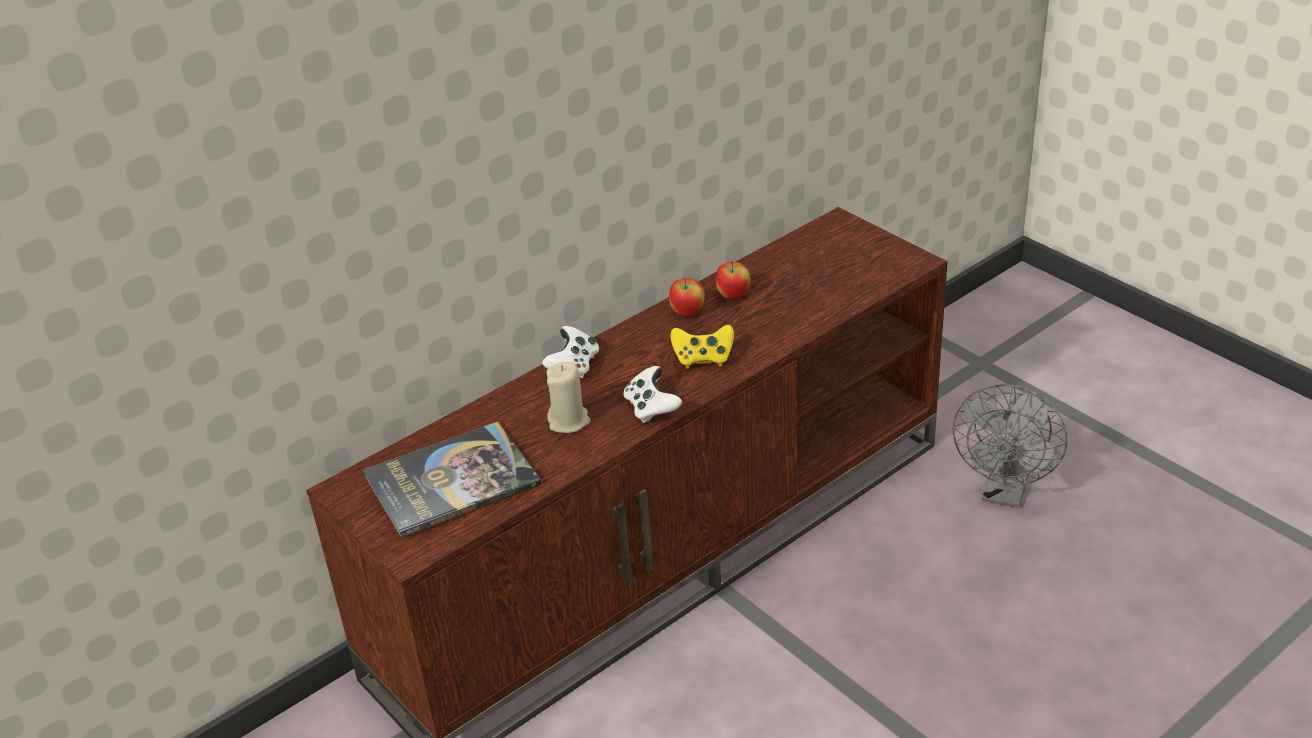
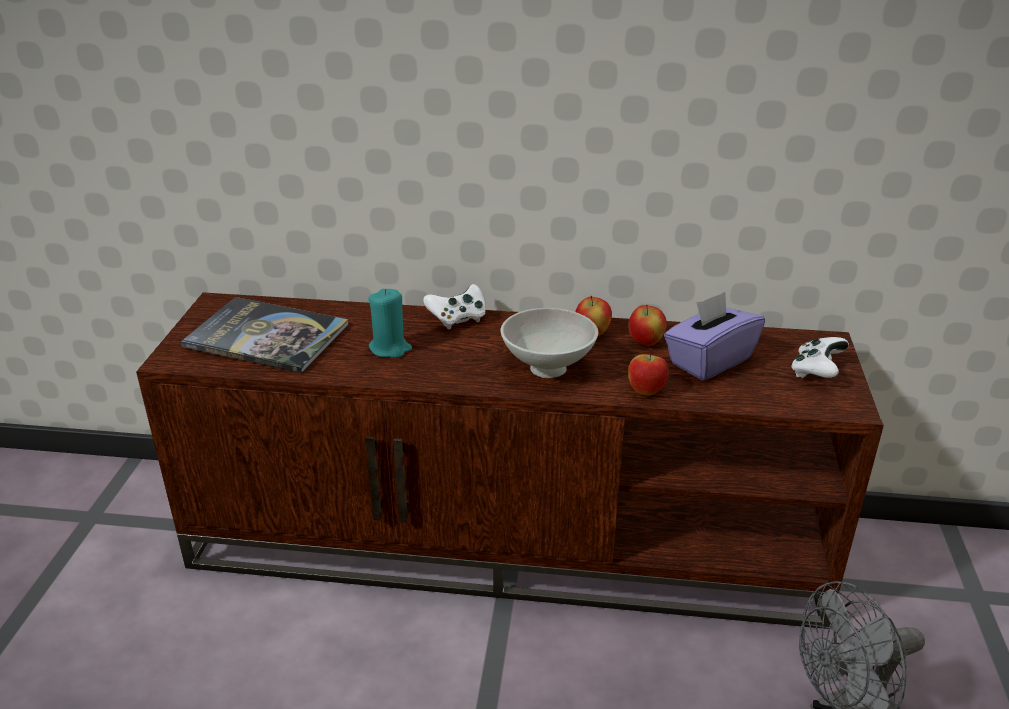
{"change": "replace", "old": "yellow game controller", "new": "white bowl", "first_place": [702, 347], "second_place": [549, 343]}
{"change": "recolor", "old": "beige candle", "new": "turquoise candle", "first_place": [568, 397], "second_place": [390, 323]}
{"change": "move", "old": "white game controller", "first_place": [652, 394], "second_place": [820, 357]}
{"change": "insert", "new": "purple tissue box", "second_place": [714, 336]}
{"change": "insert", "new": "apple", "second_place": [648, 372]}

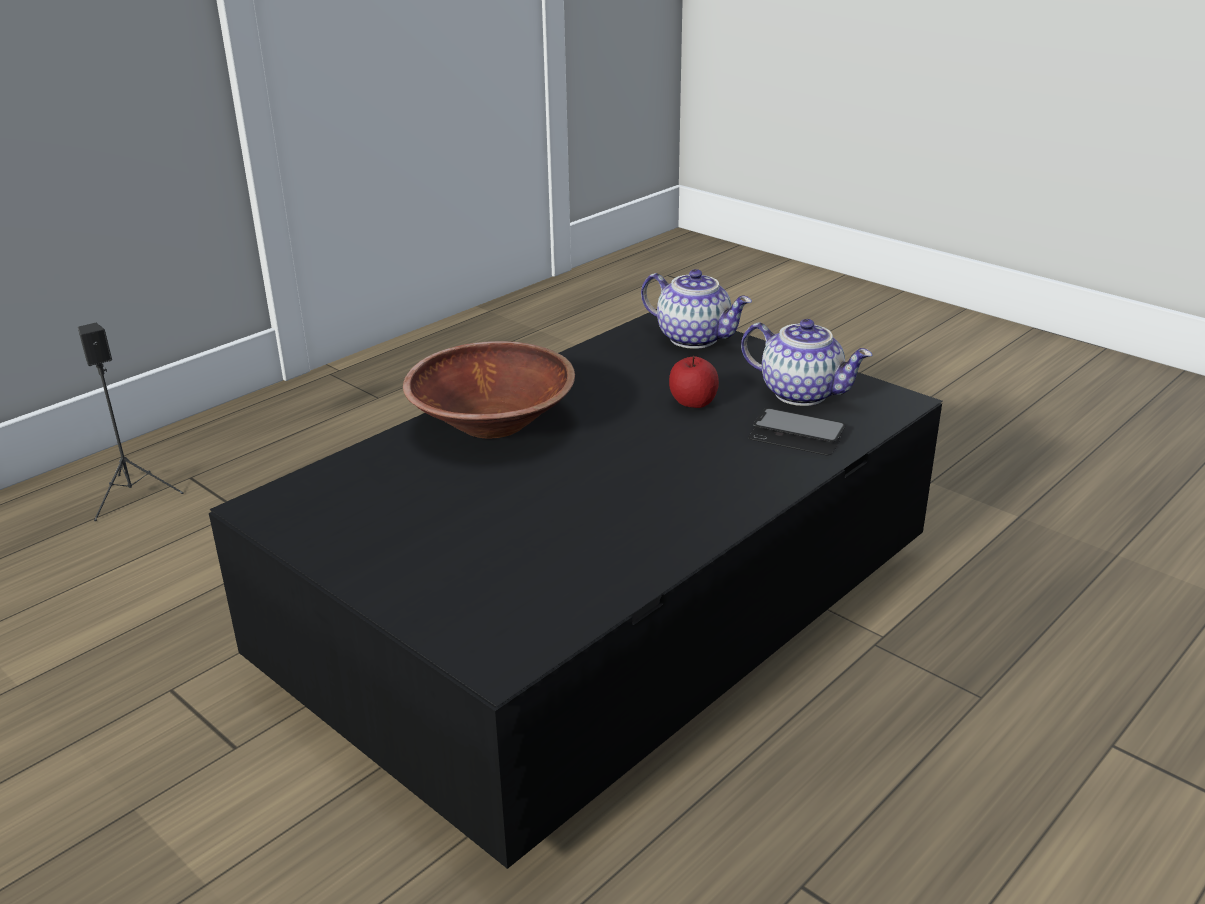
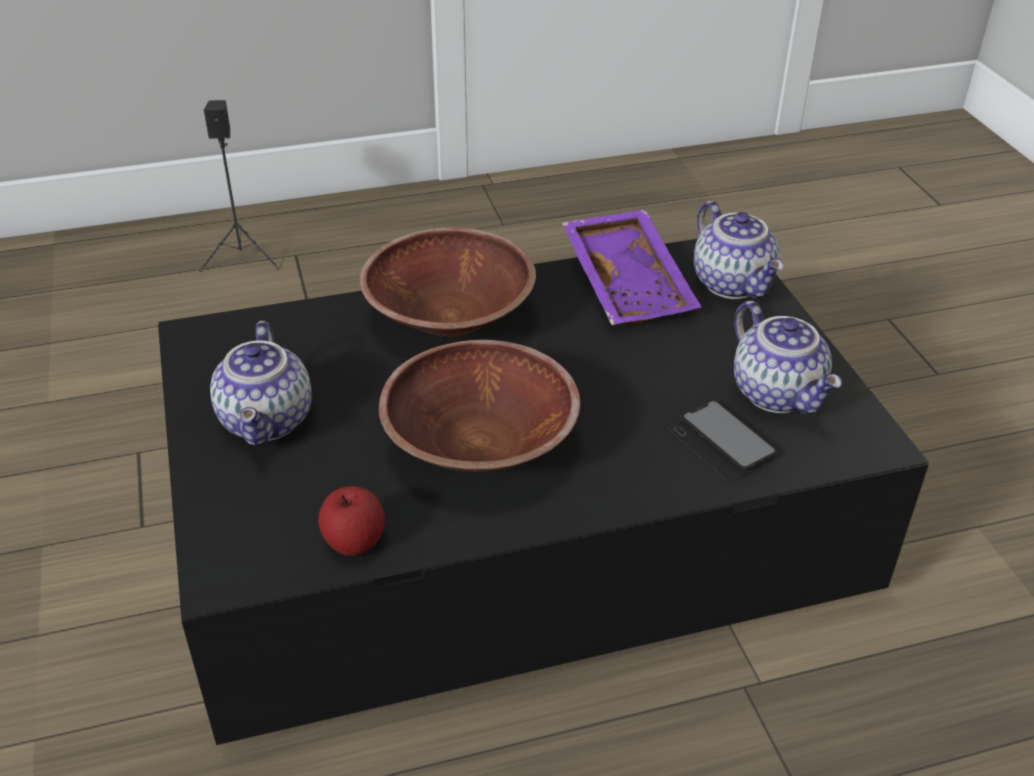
{"change": "move", "old": "apple", "first_place": [694, 382], "second_place": [351, 521]}
{"change": "insert", "new": "purple tray", "second_place": [632, 267]}
{"change": "insert", "new": "teapot", "second_place": [261, 383]}
{"change": "insert", "new": "brown bowl", "second_place": [479, 406]}

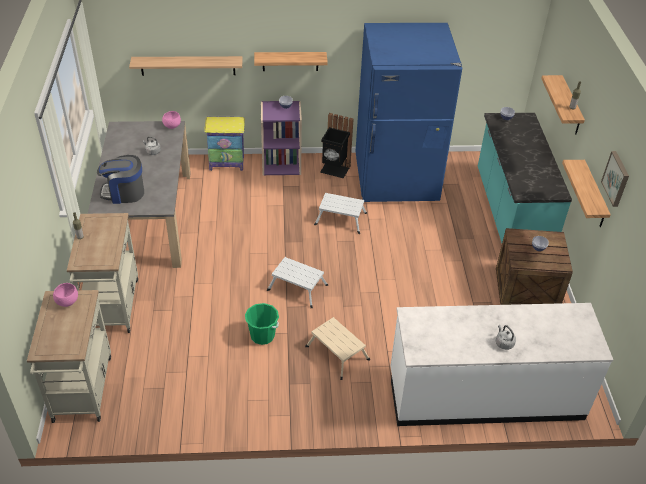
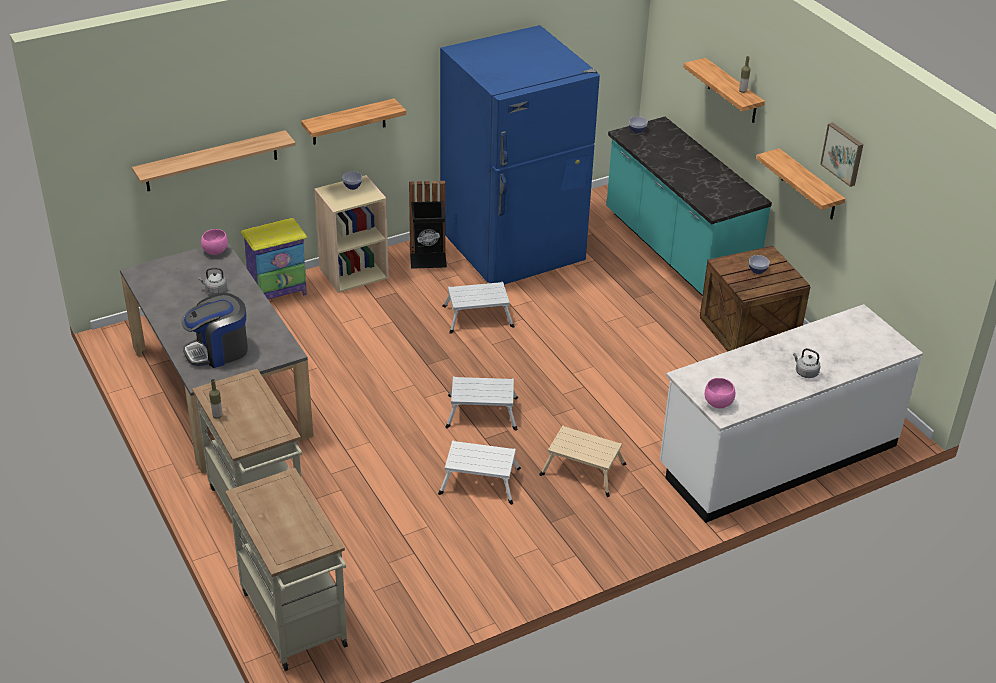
{"change": "recolor", "old": "purple bookcase", "new": "beige bookcase", "first_place": [281, 138], "second_place": [351, 234]}
{"change": "move", "old": "pink bowl", "first_place": [65, 295], "second_place": [719, 393]}
{"change": "replace", "old": "green bucket", "new": "white step ladder", "first_place": [262, 324], "second_place": [479, 473]}

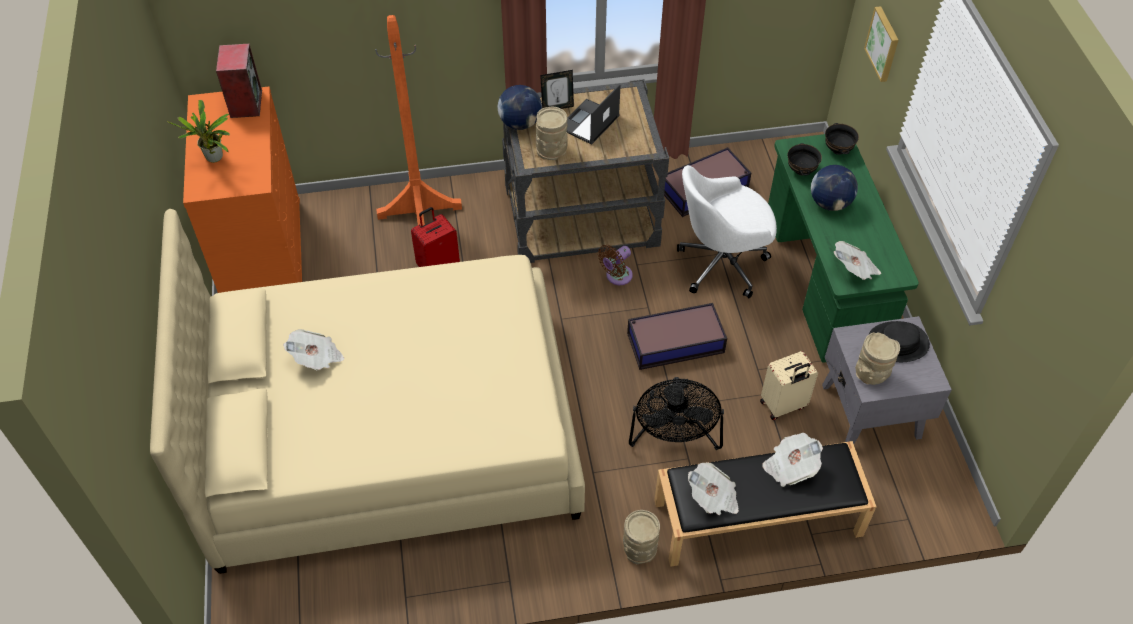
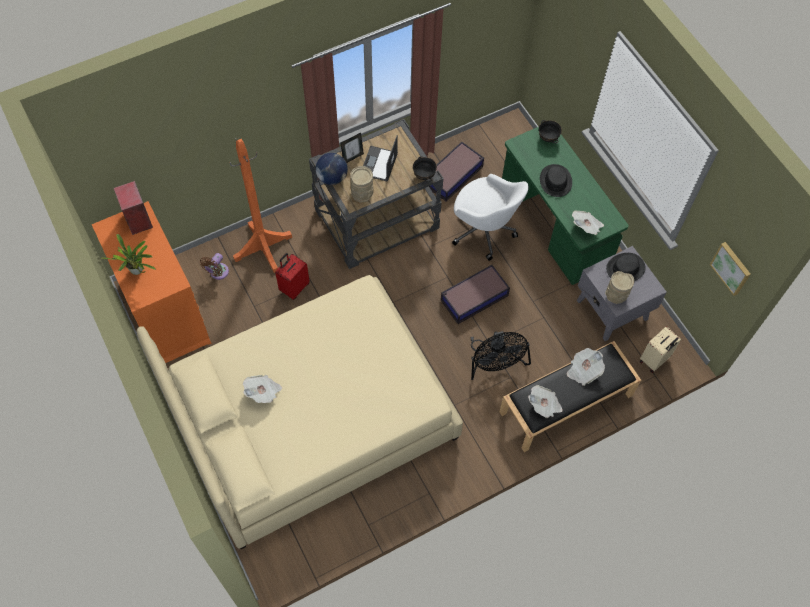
{"change": "move", "old": "picture", "first_place": [881, 44], "second_place": [730, 269]}
{"change": "move", "old": "black bowl", "first_place": [805, 159], "second_place": [425, 169]}
{"change": "rotate", "old": "white office chair", "first_place": [727, 232], "second_place": [490, 217], "degrees": -105}
{"change": "replace", "old": "globe", "new": "black hat", "first_place": [834, 188], "second_place": [556, 180]}
{"change": "move", "old": "brown fan", "first_place": [615, 265], "second_place": [214, 266]}
{"change": "move", "old": "beige suitcase", "first_place": [789, 385], "second_place": [660, 349]}
{"change": "delete", "old": "beige vase", "first_place": [641, 537]}

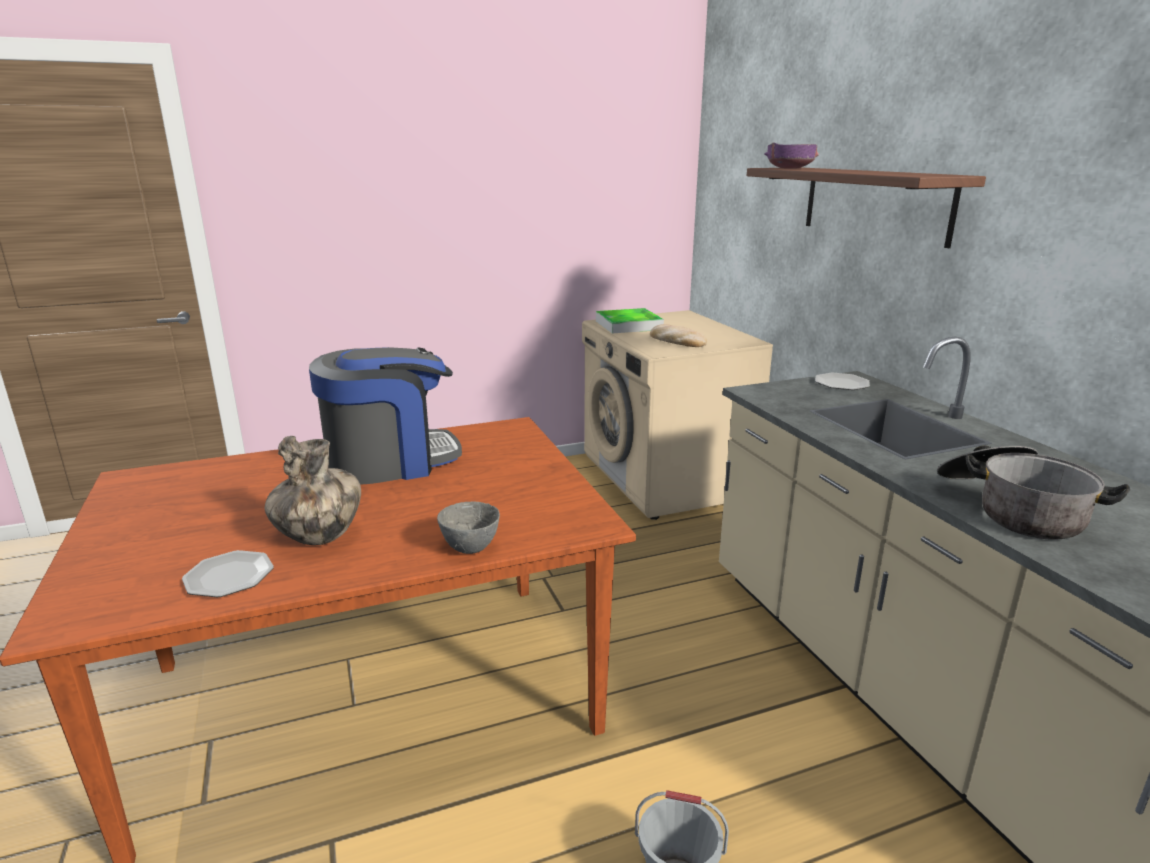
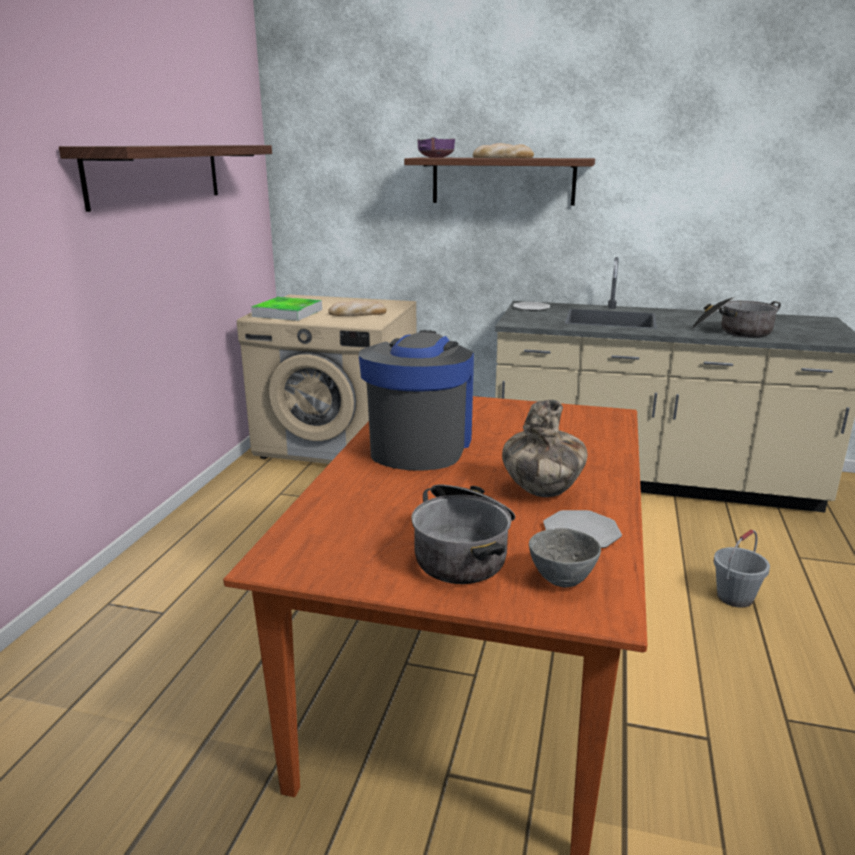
{"change": "move", "old": "grey bowl", "first_place": [468, 528], "second_place": [565, 557]}
{"change": "insert", "new": "bread", "second_place": [503, 150]}
{"change": "insert", "new": "shelf", "second_place": [165, 178]}
{"change": "insert", "new": "cooking pot", "second_place": [463, 534]}

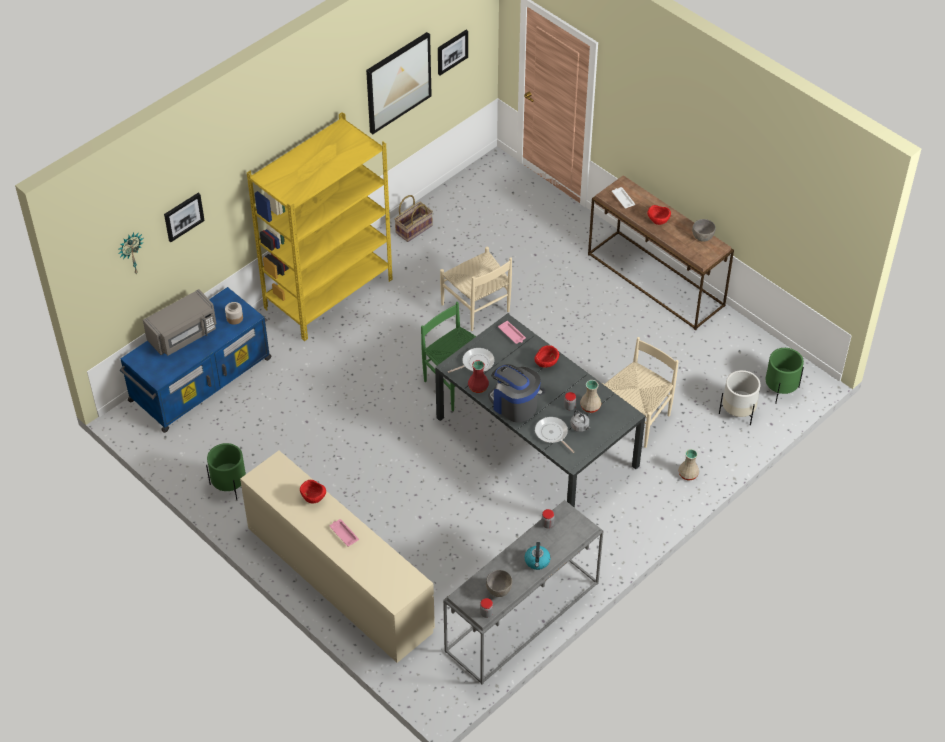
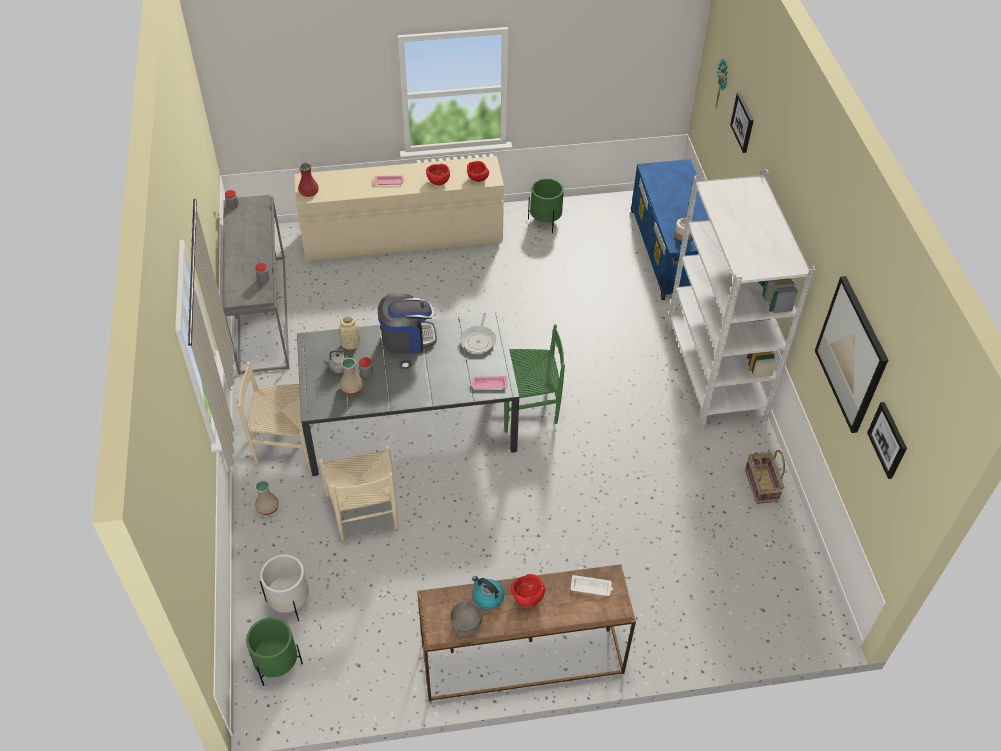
{"change": "recolor", "old": "yellow bookcase", "new": "white bookcase", "first_place": [320, 226], "second_place": [740, 299]}
{"change": "move", "old": "beige chair", "first_place": [476, 289], "second_place": [273, 416]}
{"change": "delete", "old": "grey microwave", "first_place": [180, 322]}
{"change": "move", "old": "red bowl", "first_place": [546, 356], "second_place": [478, 171]}
{"change": "move", "old": "red vase", "first_place": [478, 376], "second_place": [308, 180]}
{"change": "replace", "old": "frying pan", "new": "beige vase", "first_place": [554, 435], "second_place": [349, 332]}
{"change": "move", "old": "kettle", "first_place": [537, 556], "second_place": [488, 592]}
{"change": "delete", "old": "grey bowl", "first_place": [499, 583]}

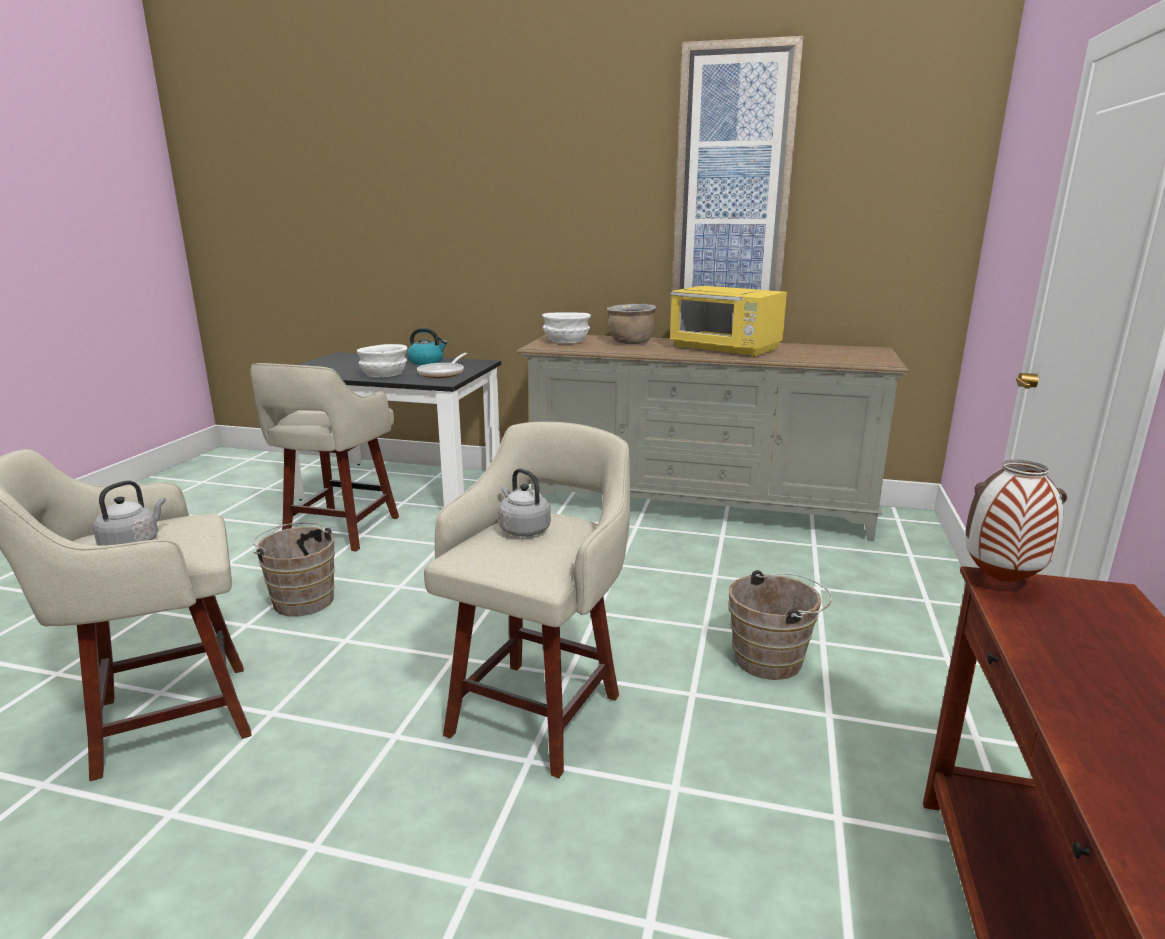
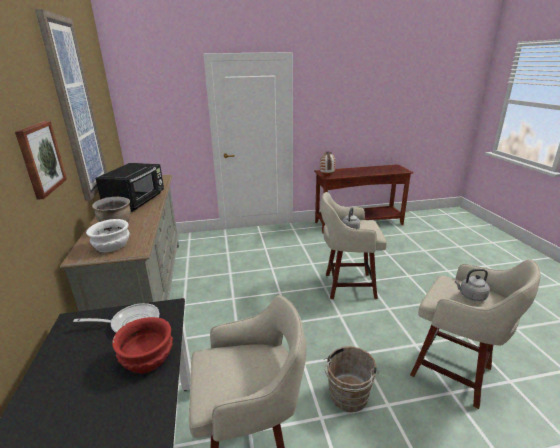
{"change": "recolor", "old": "yellow microwave", "new": "black microwave", "first_place": [728, 321], "second_place": [129, 187]}
{"change": "delete", "old": "kettle", "first_place": [427, 346]}
{"change": "recolor", "old": "white bowl", "new": "red bowl", "first_place": [382, 360], "second_place": [142, 345]}
{"change": "delete", "old": "brown bucket", "first_place": [780, 625]}
{"change": "insert", "new": "picture", "second_place": [41, 160]}

